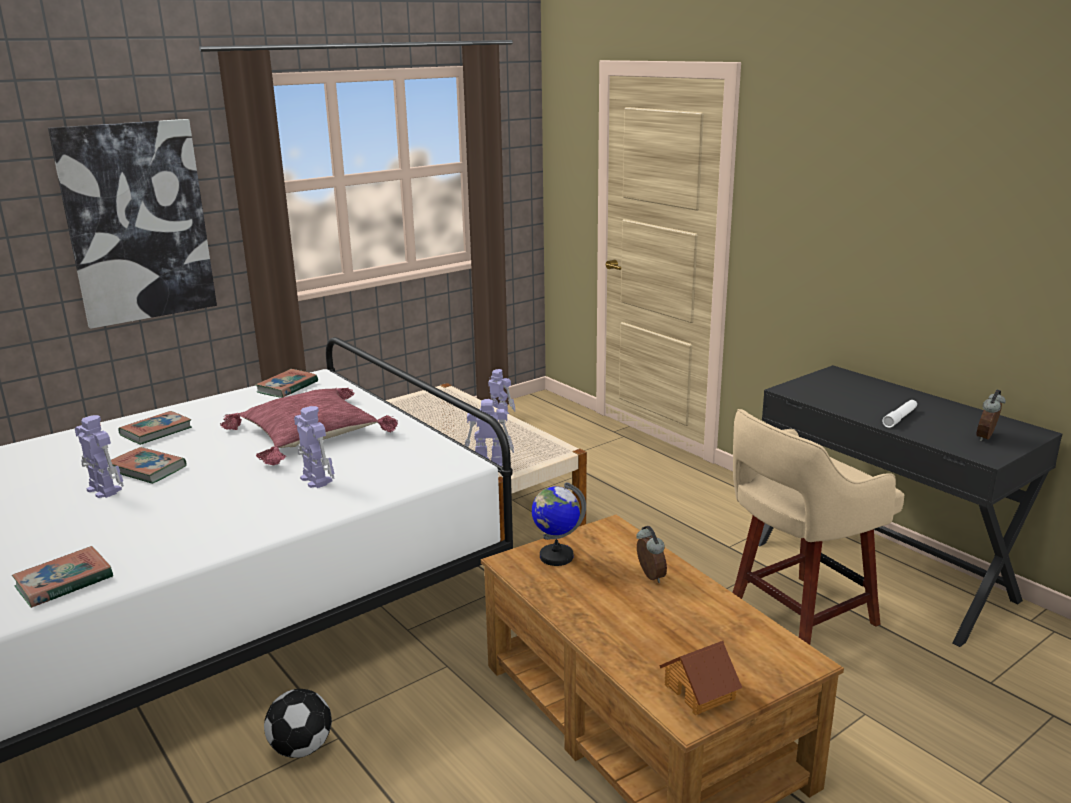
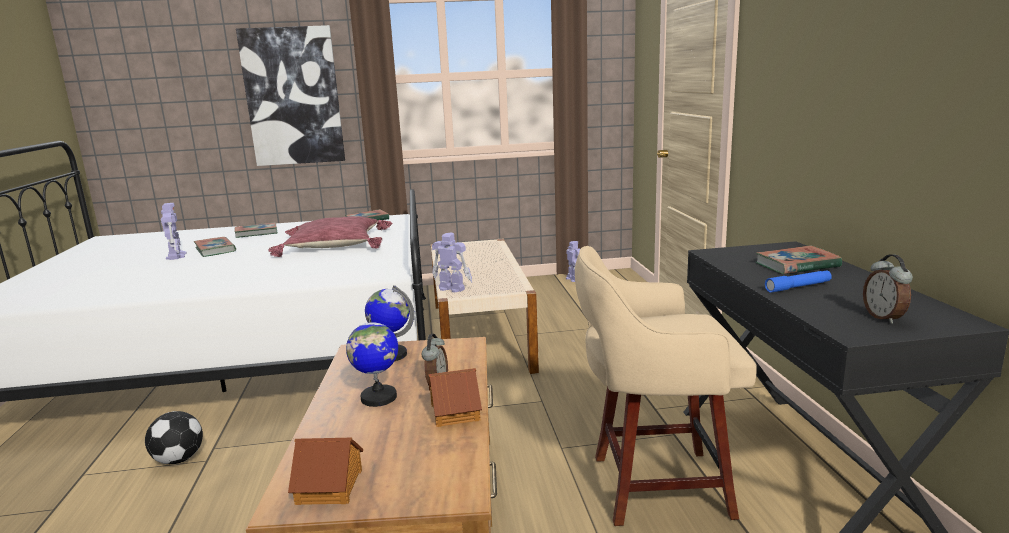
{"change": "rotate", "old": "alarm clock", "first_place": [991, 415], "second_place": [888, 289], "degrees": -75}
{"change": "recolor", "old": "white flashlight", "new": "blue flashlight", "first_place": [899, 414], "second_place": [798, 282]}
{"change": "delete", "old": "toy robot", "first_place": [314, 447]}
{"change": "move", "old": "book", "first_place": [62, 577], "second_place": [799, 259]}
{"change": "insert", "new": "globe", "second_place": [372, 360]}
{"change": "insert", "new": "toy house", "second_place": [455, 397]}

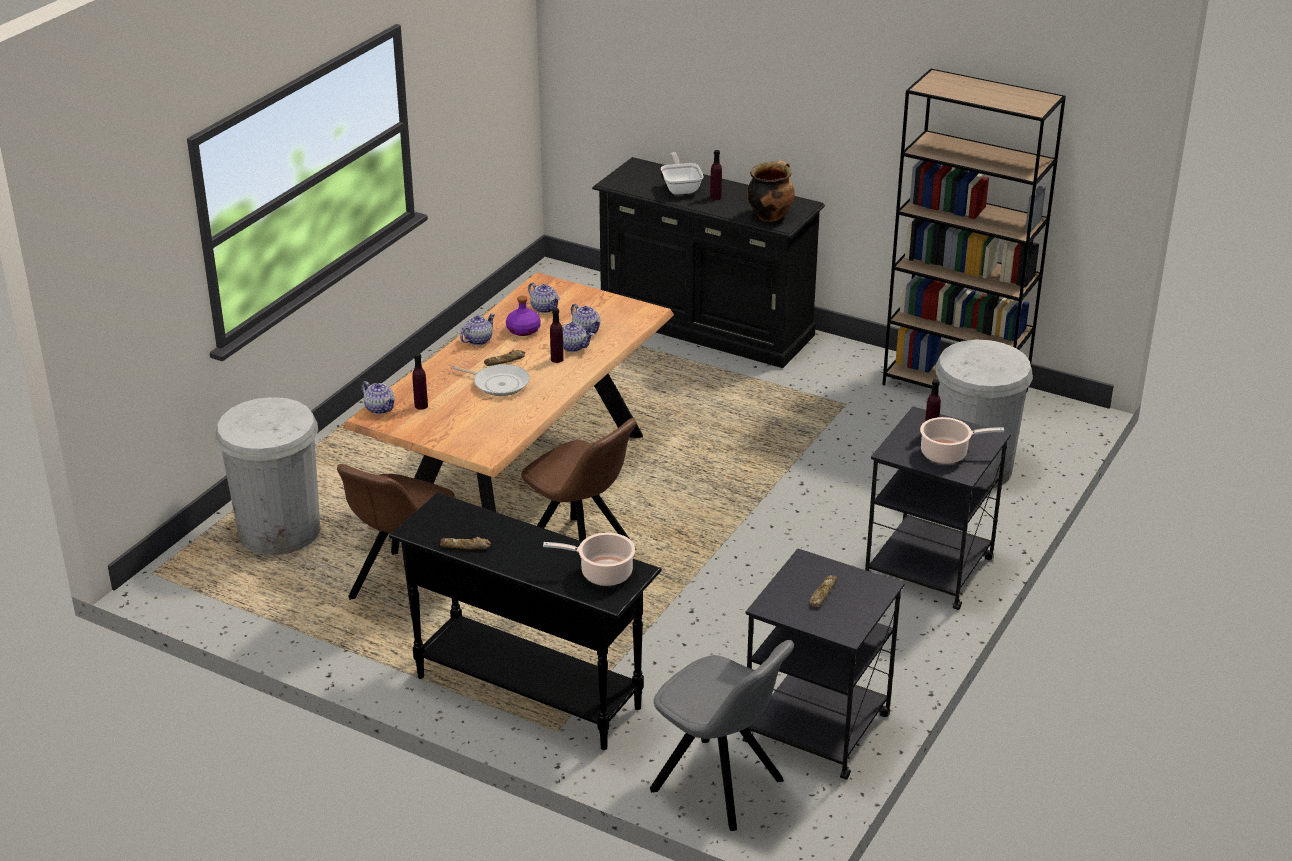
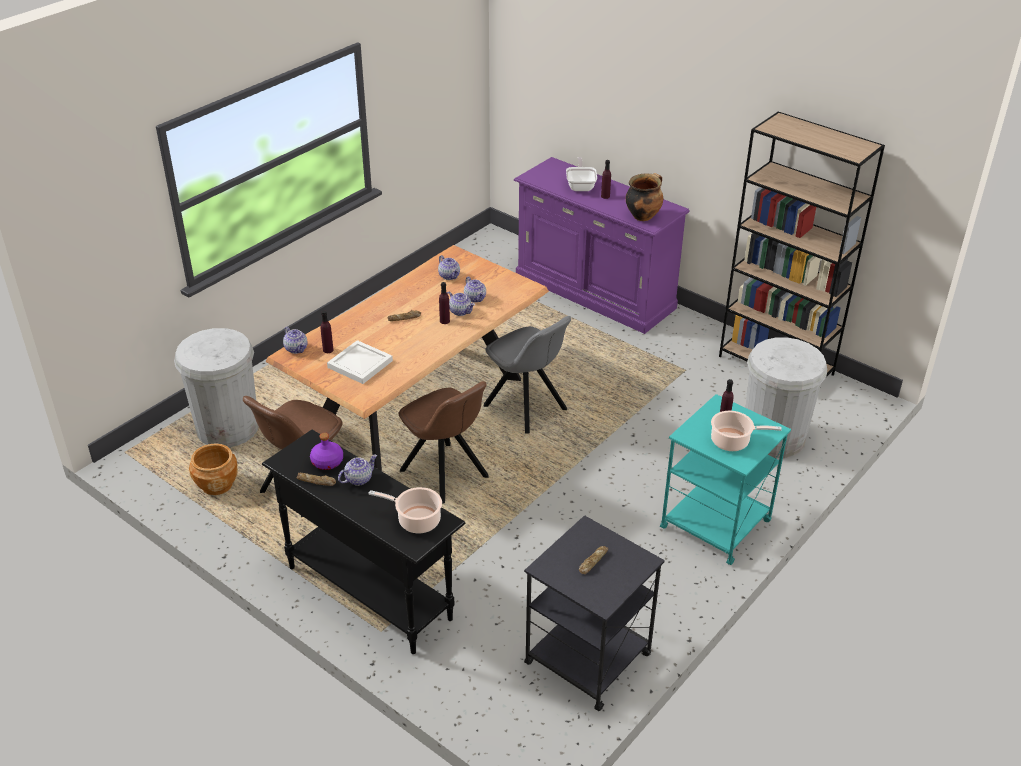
{"change": "recolor", "old": "black cabinet", "new": "purple cabinet", "first_place": [708, 262], "second_place": [602, 245]}
{"change": "move", "old": "purple bottle", "first_place": [523, 316], "second_place": [326, 451]}
{"change": "move", "old": "teapot", "first_place": [477, 329], "second_place": [357, 470]}
{"change": "delete", "old": "frying pan", "first_place": [490, 380]}
{"change": "recolor", "old": "black cart", "new": "turquoise cart", "first_place": [938, 508], "second_place": [725, 479]}
{"change": "move", "old": "grey chair", "first_place": [722, 735], "second_place": [527, 374]}
{"change": "insert", "new": "white tray", "second_place": [360, 362]}
{"change": "insert", "new": "brown planter", "second_place": [213, 469]}

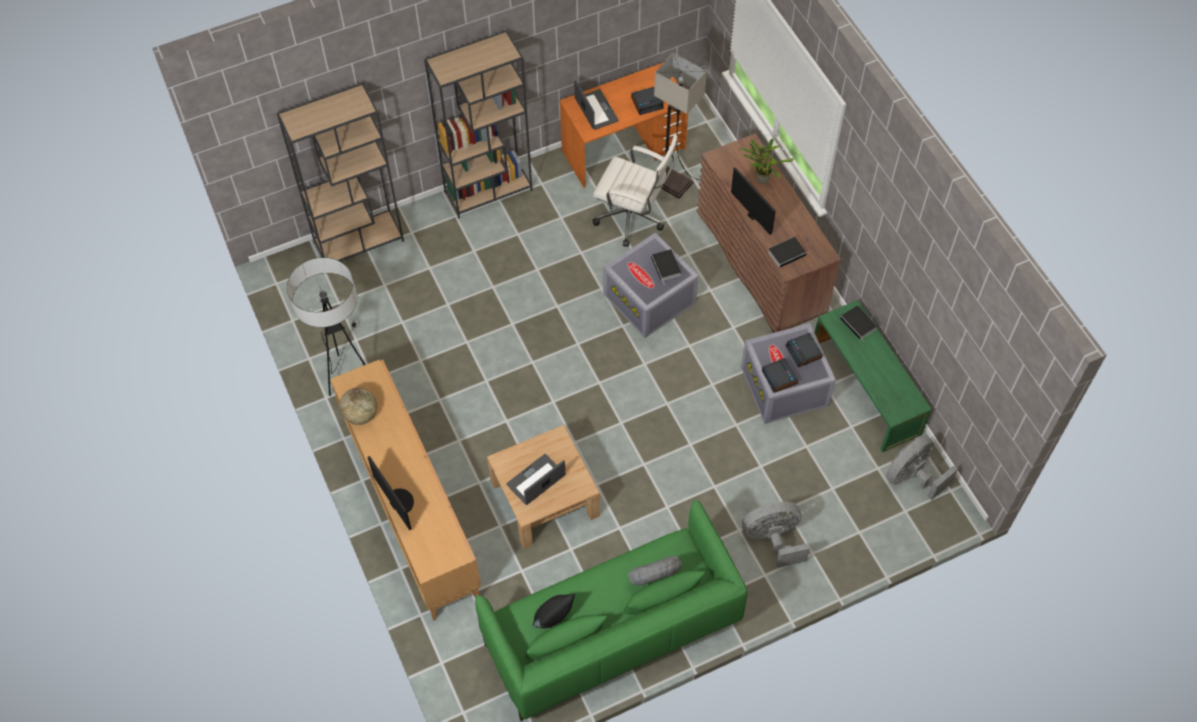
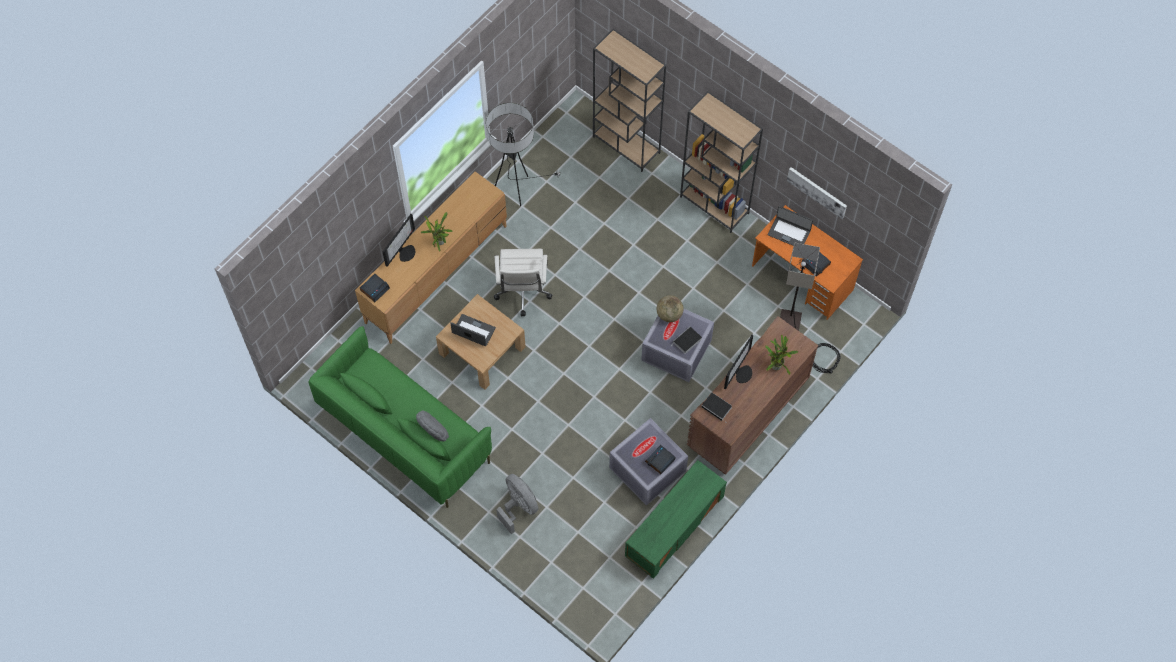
{"change": "rotate", "old": "laptop", "first_place": [596, 105], "second_place": [790, 226], "degrees": 75}
{"change": "move", "old": "white office chair", "first_place": [634, 191], "second_place": [523, 282]}
{"change": "delete", "old": "book", "first_place": [858, 323]}
{"change": "move", "old": "alarm clock", "first_place": [780, 375], "second_place": [375, 288]}
{"change": "move", "old": "globe", "first_place": [358, 406], "second_place": [670, 308]}
{"change": "delete", "old": "grey fan", "first_place": [922, 467]}
{"change": "delete", "old": "black pillow", "first_place": [553, 611]}
{"change": "insert", "new": "picture", "second_place": [817, 193]}
{"change": "insert", "new": "potted plant", "second_place": [437, 232]}

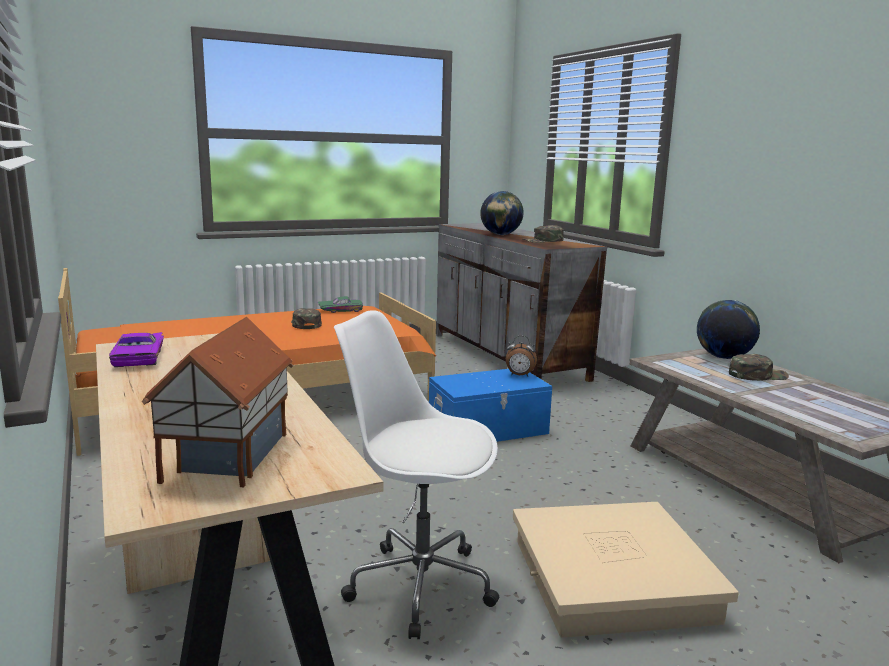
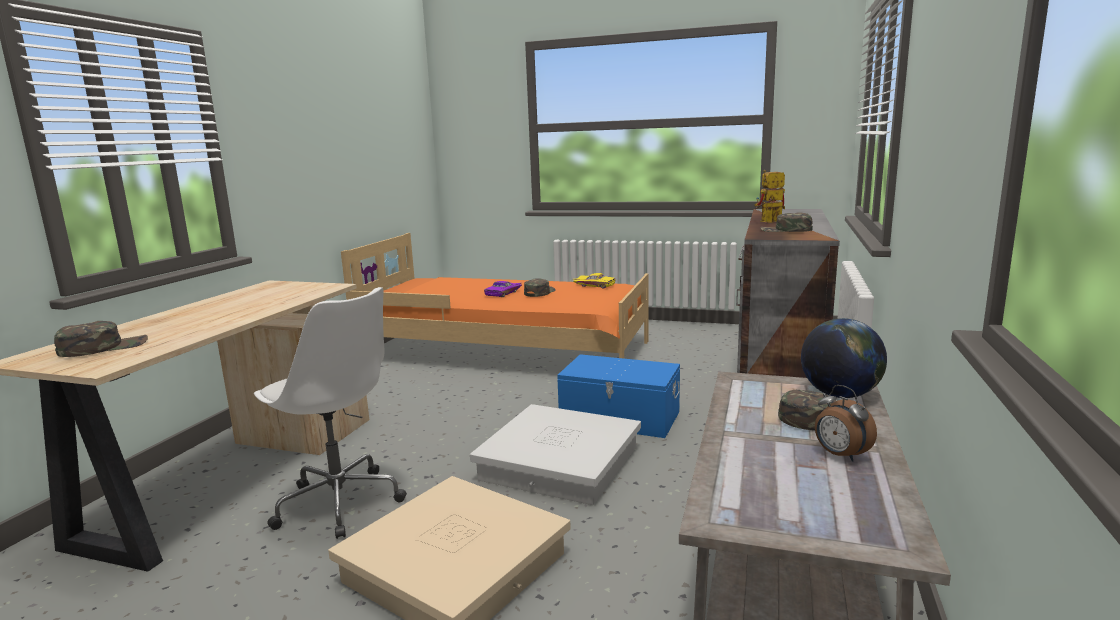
{"change": "replace", "old": "globe", "new": "toy robot", "first_place": [502, 213], "second_place": [769, 196]}
{"change": "recolor", "old": "green toy car", "new": "yellow toy car", "first_place": [340, 304], "second_place": [594, 280]}
{"change": "rotate", "old": "white office chair", "first_place": [416, 474], "second_place": [330, 413], "degrees": 150}
{"change": "replace", "old": "toy house", "new": "green cap", "first_place": [218, 402], "second_place": [101, 339]}
{"change": "move", "old": "purple toy car", "first_place": [136, 349], "second_place": [503, 289]}
{"change": "move", "old": "alarm clock", "first_place": [521, 356], "second_place": [846, 423]}
{"change": "insert", "new": "white storage box", "second_place": [555, 454]}

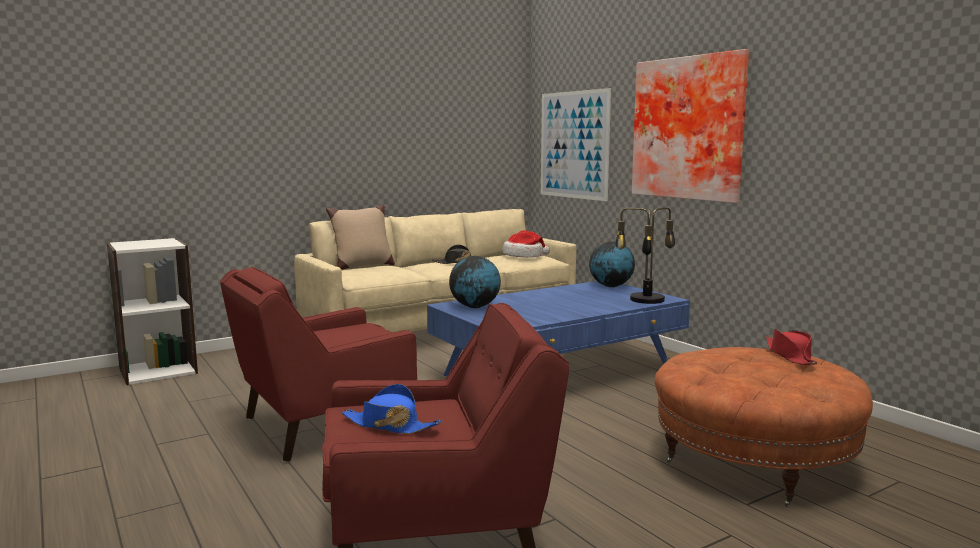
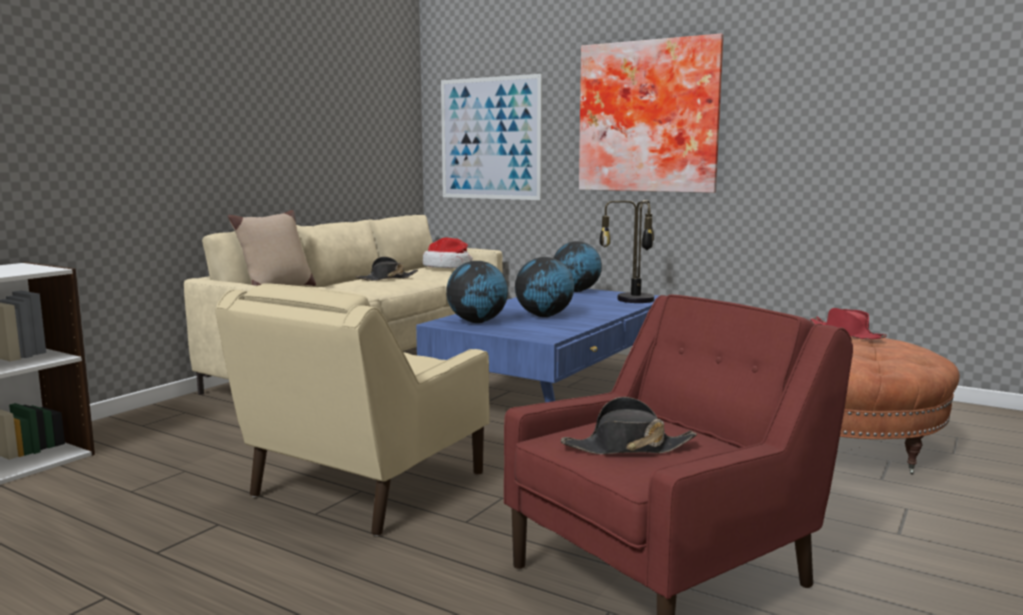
{"change": "recolor", "old": "red armchair", "new": "beige armchair", "first_place": [318, 364], "second_place": [353, 409]}
{"change": "recolor", "old": "blue hat", "new": "black hat", "first_place": [392, 409], "second_place": [629, 425]}
{"change": "insert", "new": "globe", "second_place": [544, 287]}

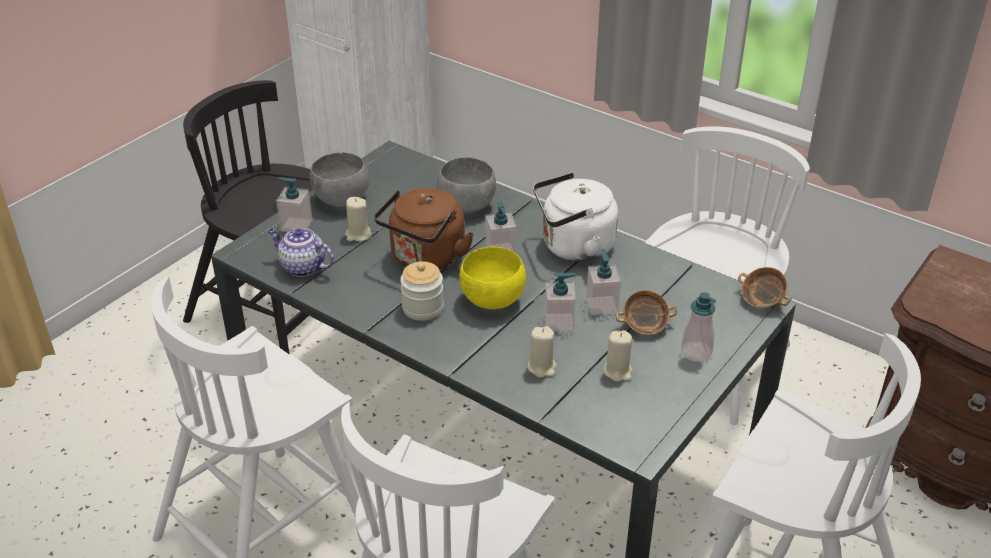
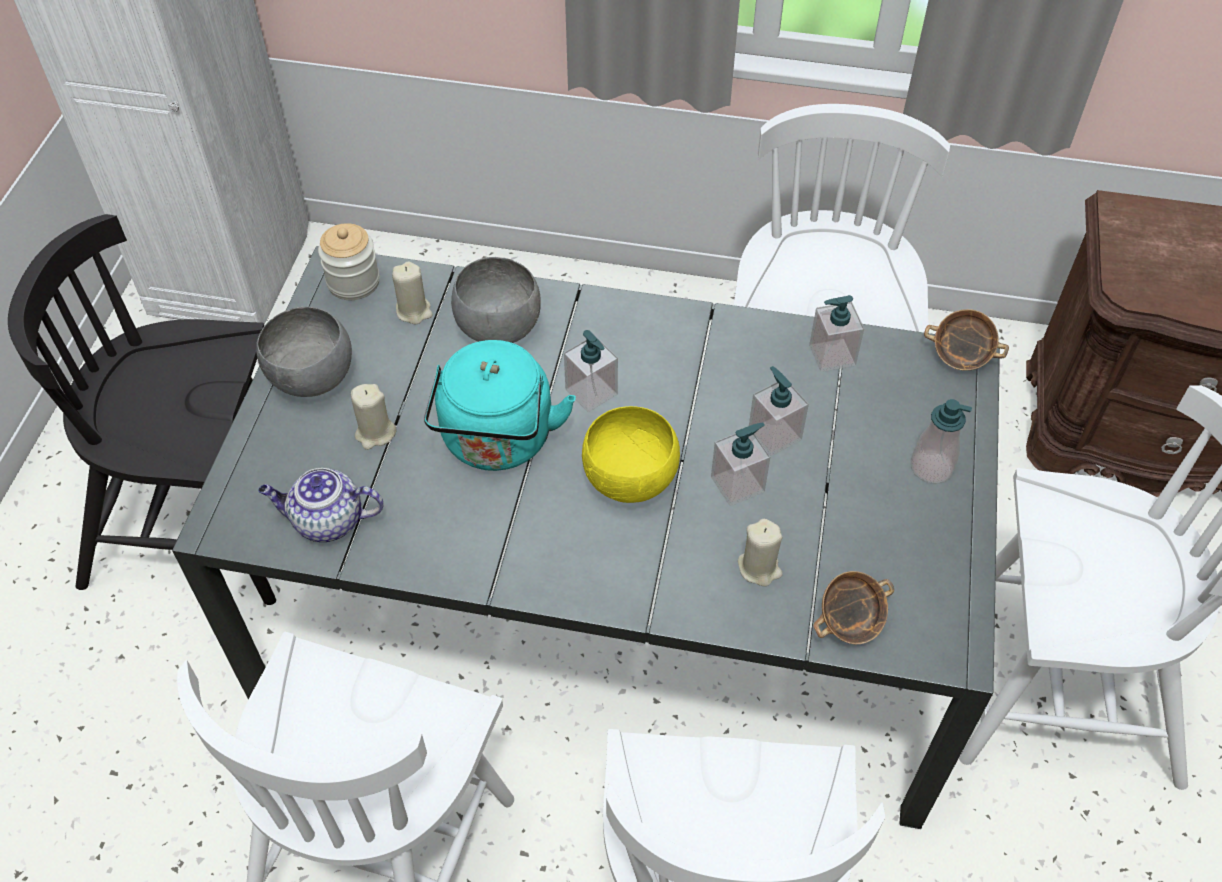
{"change": "delete", "old": "white kettle", "first_place": [575, 217]}
{"change": "move", "old": "soap dispenser", "first_place": [294, 204], "second_place": [836, 333]}
{"change": "recolor", "old": "brown kettle", "new": "turquoise kettle", "first_place": [424, 229], "second_place": [500, 405]}
{"change": "move", "old": "jar", "first_place": [422, 291], "second_place": [349, 261]}
{"change": "move", "old": "bowl", "first_place": [646, 312], "second_place": [853, 607]}
{"change": "move", "old": "beige candle", "first_place": [618, 356], "second_place": [412, 293]}

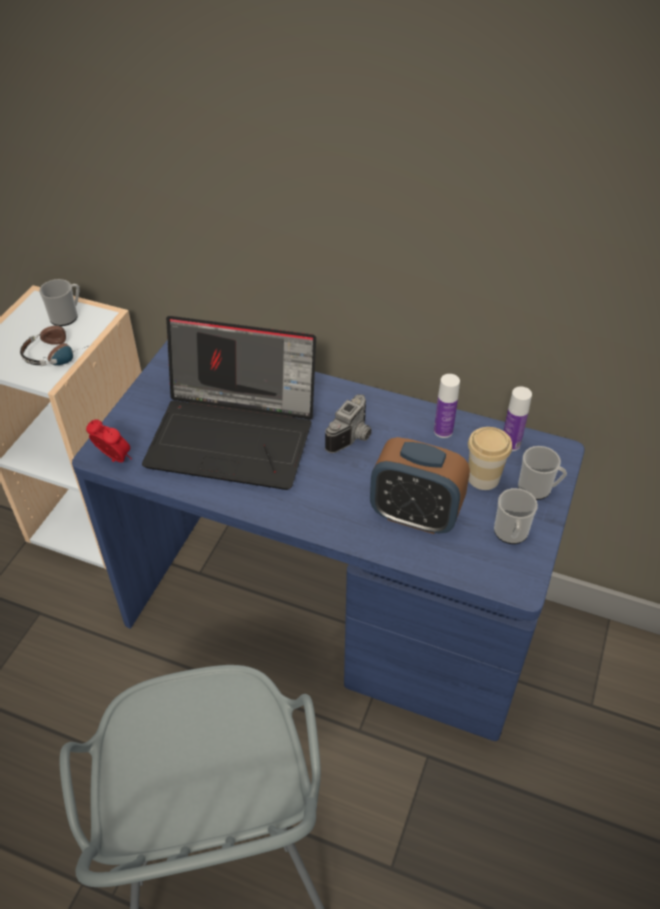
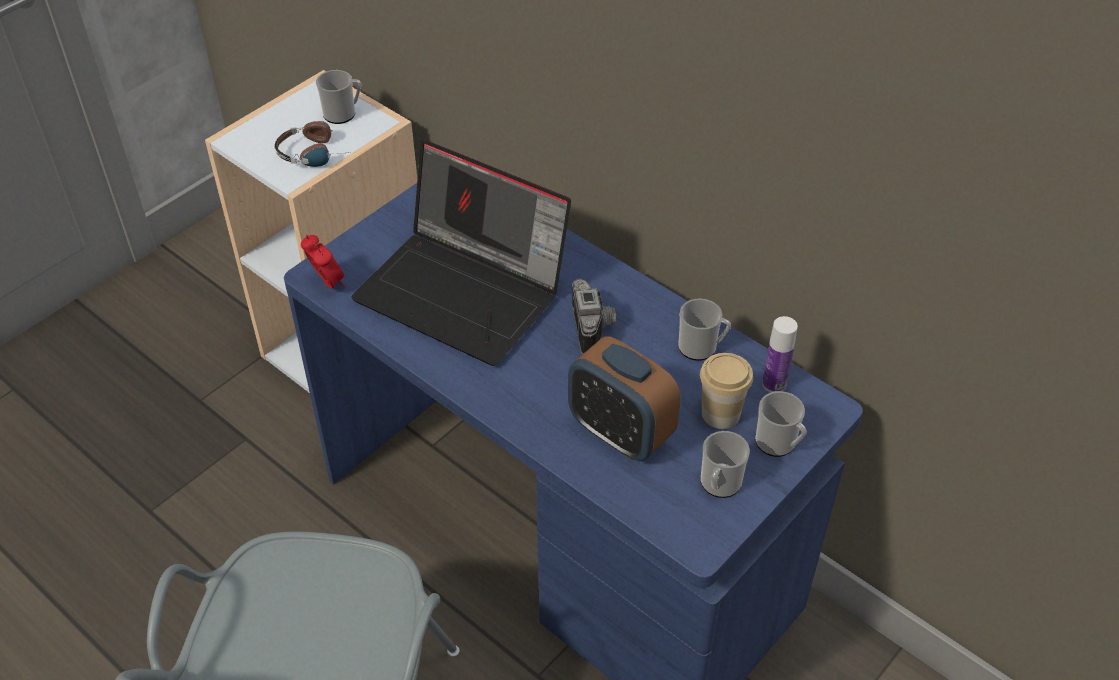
{"change": "replace", "old": "bottle", "new": "mug", "first_place": [447, 406], "second_place": [704, 330]}
{"change": "rotate", "old": "photo camera", "first_place": [348, 423], "second_place": [594, 317], "degrees": -60}

